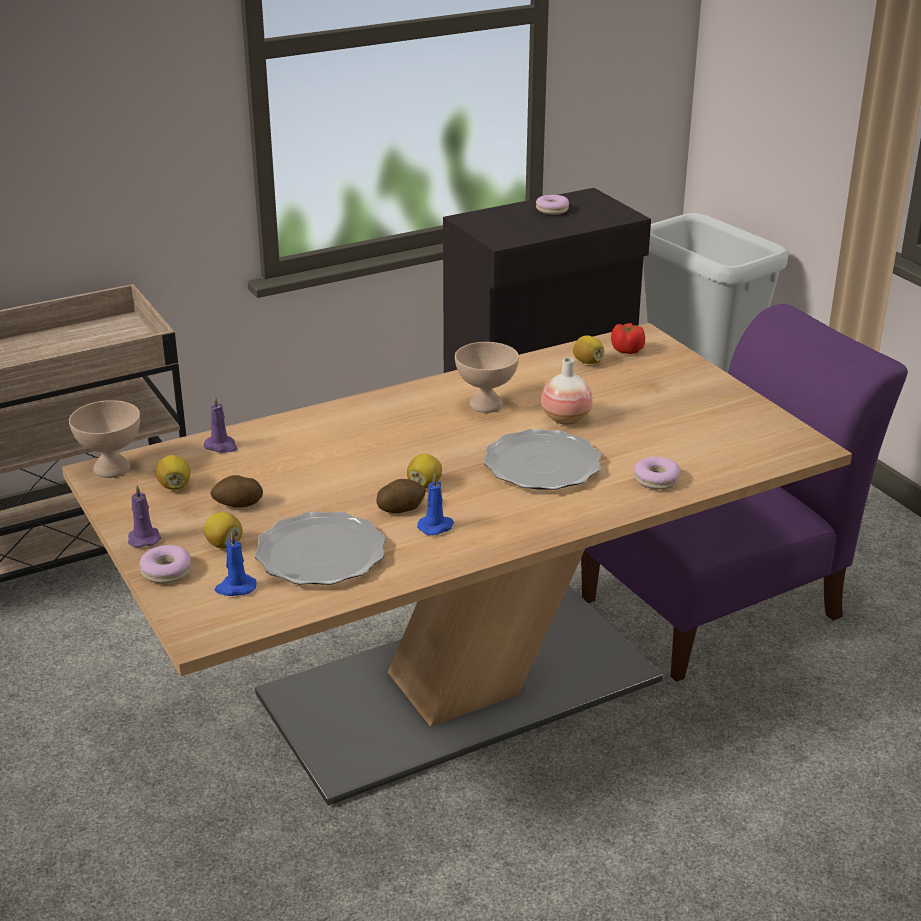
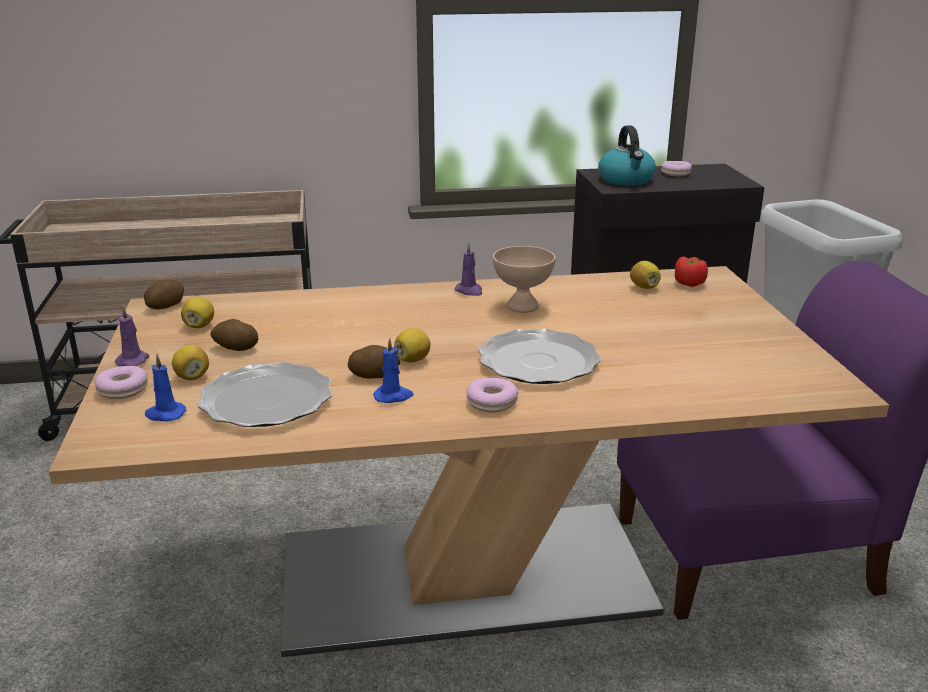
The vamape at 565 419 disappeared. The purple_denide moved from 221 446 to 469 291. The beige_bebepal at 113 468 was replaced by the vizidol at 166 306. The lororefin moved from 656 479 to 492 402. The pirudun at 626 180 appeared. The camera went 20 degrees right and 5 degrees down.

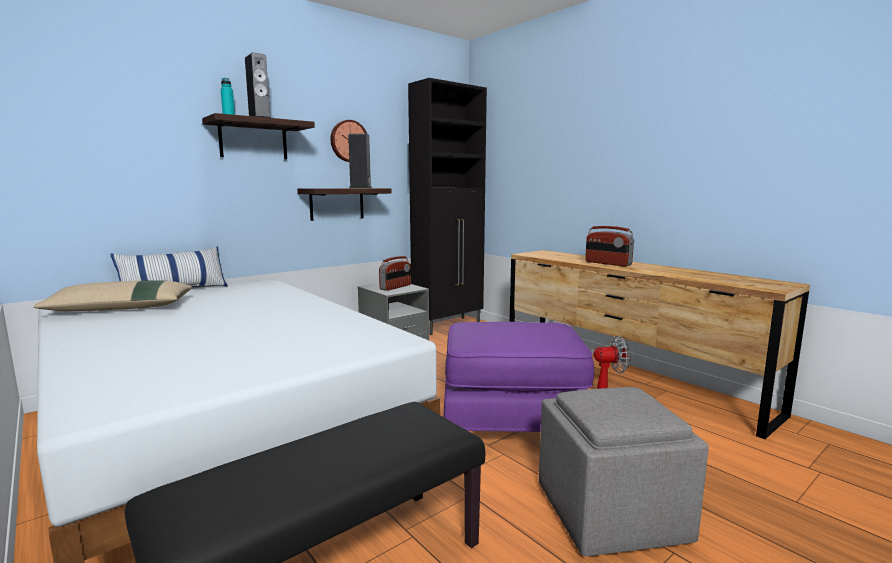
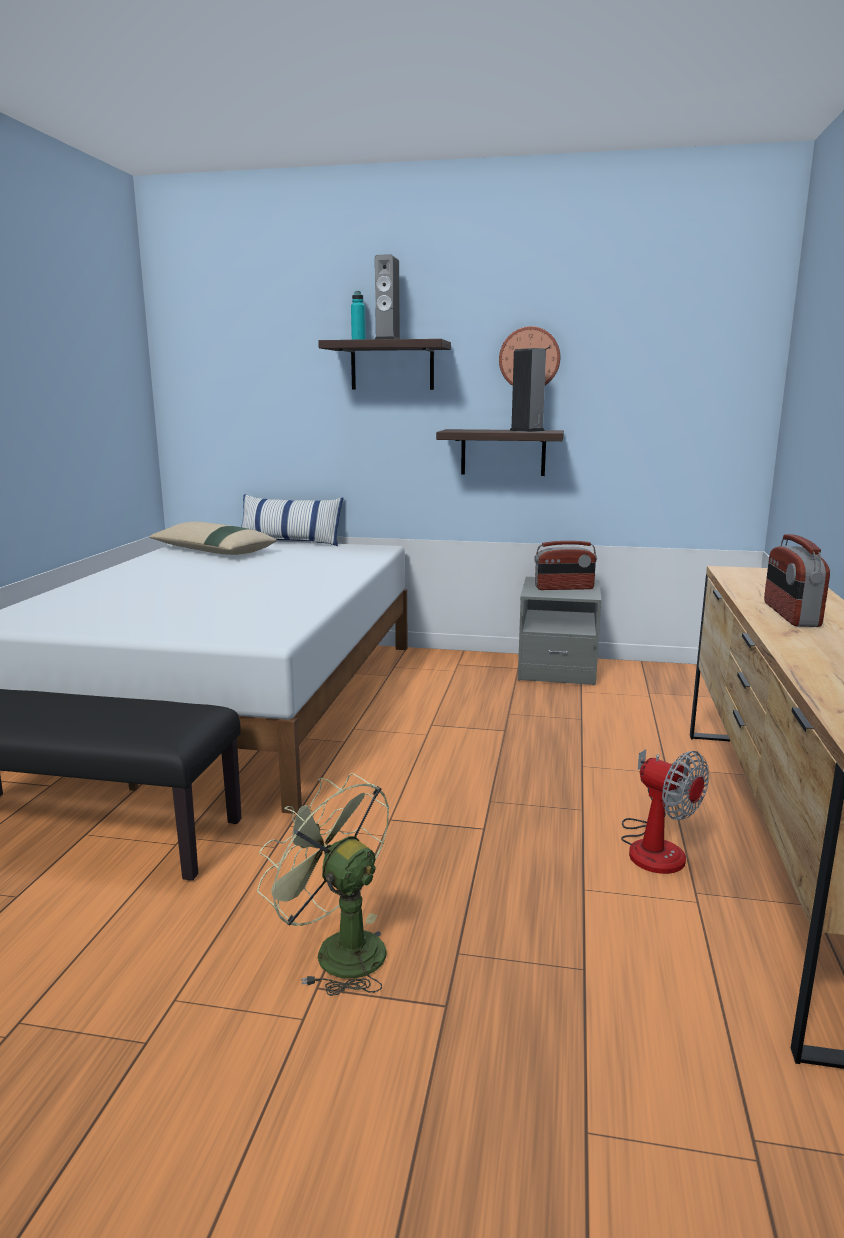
The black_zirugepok at 449 326 disappeared. The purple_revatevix at 512 425 disappeared. The grey_revatevix at 612 514 was replaced by the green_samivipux at 337 950. The camera went 50 degrees right and 5 degrees up.

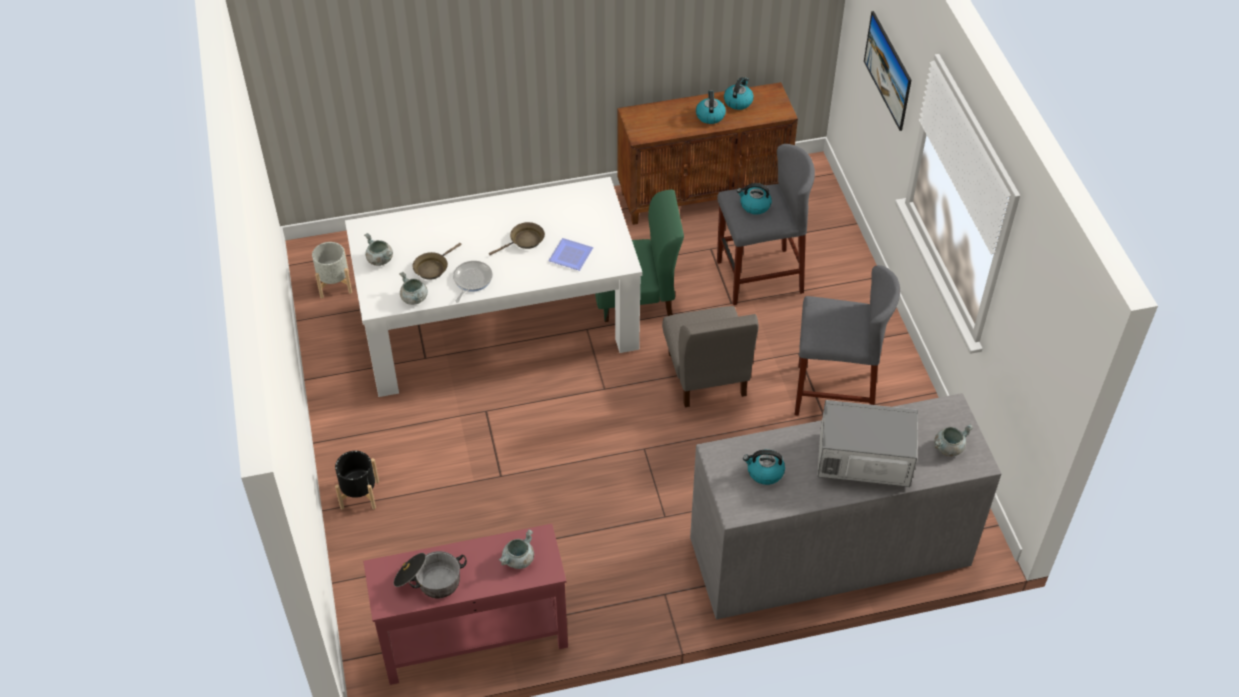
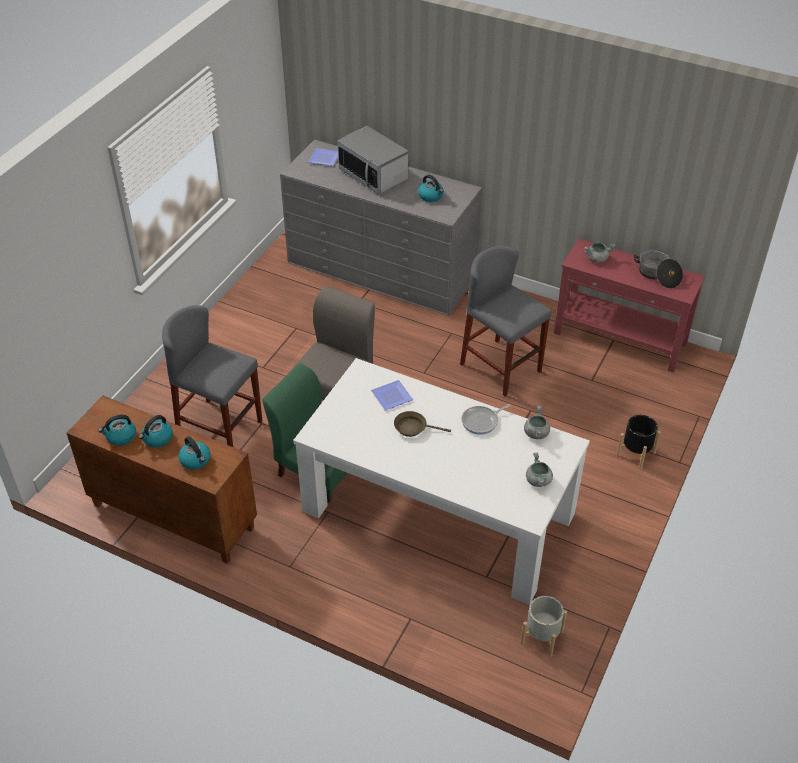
The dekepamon at 885 82 disappeared. The pirudun moved from 754 205 to 196 460. The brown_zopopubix at 433 267 disappeared. The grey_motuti moved from 834 393 to 501 367. The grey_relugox at 948 447 was replaced by the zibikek at 323 159. The camera went 140 degrees left and 5 degrees down.

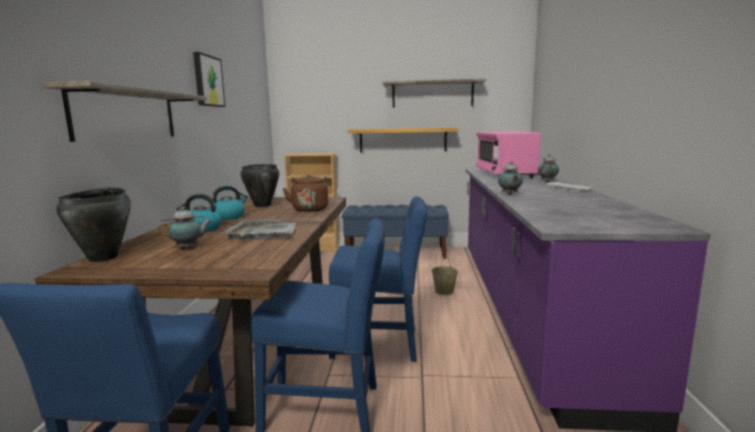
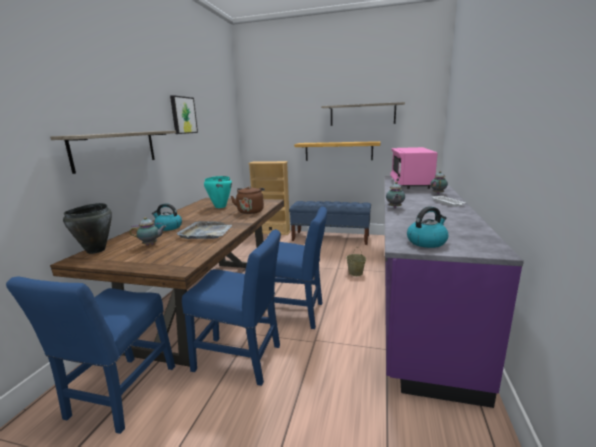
The black_relugox at 262 206 became the turquoise_relugox at 220 206. The pirudun moved from 229 217 to 426 242. The camera went 10 degrees right and 5 degrees up.

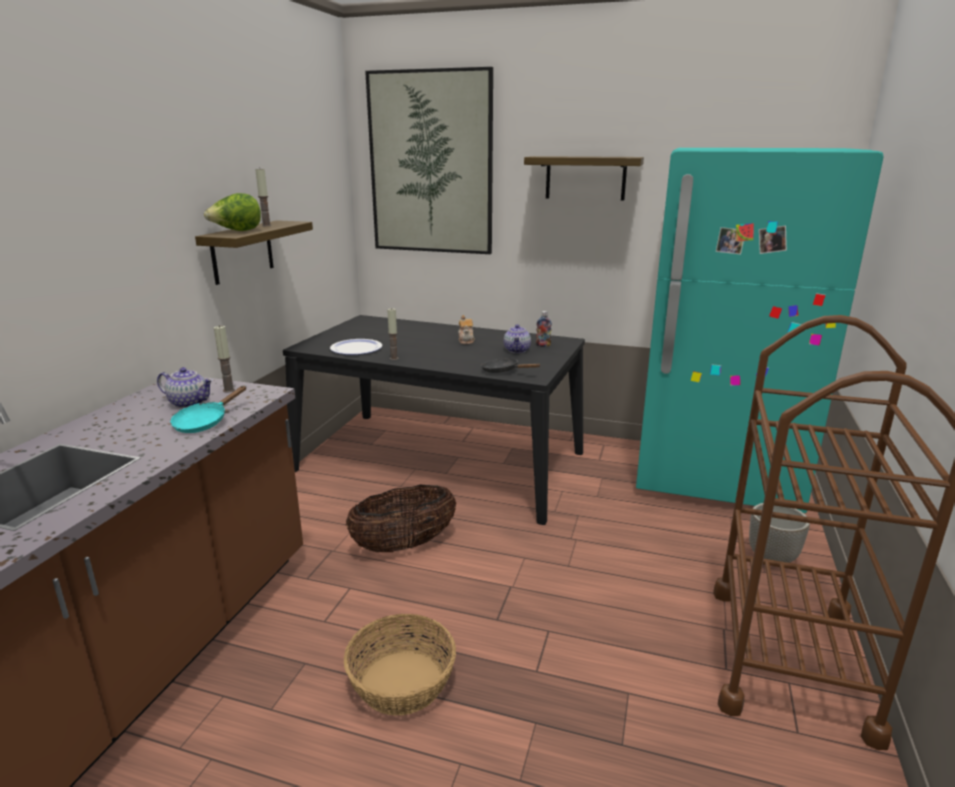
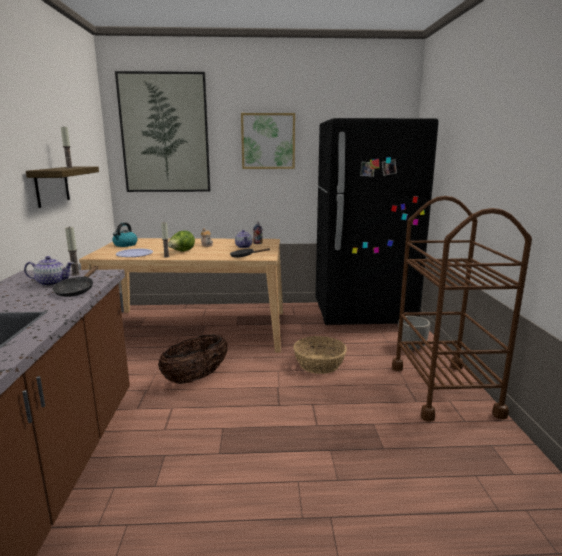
The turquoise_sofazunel at 715 478 became the black_sofazunel at 363 314. The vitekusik at 585 178 was replaced by the dekepamon at 268 141. The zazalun moved from 237 231 to 181 251. The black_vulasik at 440 461 became the beige_vulasik at 194 329. The turquoise_zopopubix at 205 422 became the black_zopopubix at 76 290. The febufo moved from 401 681 to 319 364. The pirudun at 125 245 appeared. The camera went 20 degrees left and 5 degrees down.

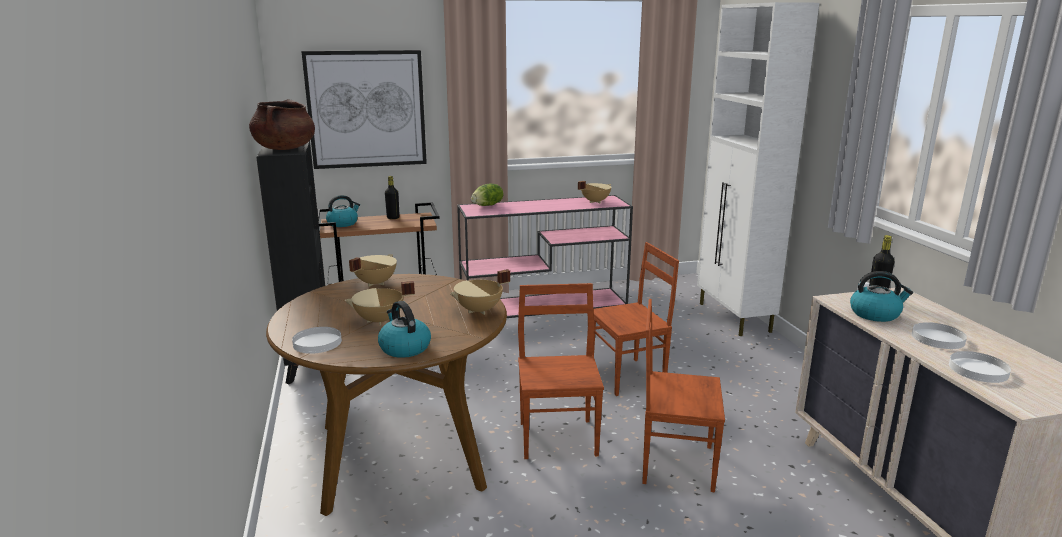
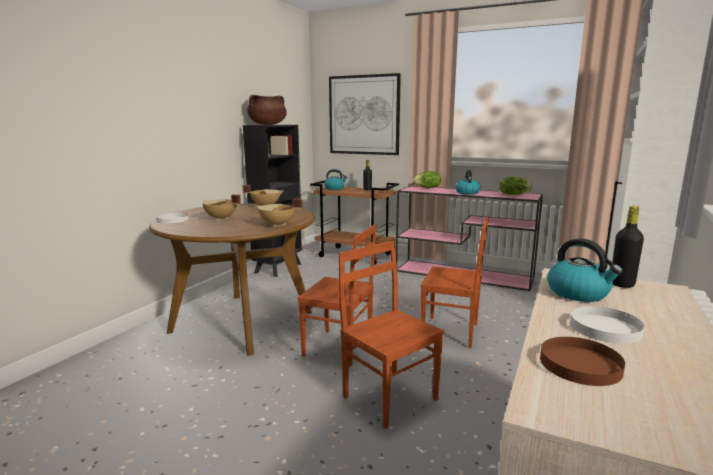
The beige_relugox at 594 201 was replaced by the zazalun at 513 194. The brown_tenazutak at 559 438 turned 75 degrees clockwise. The pirudun moved from 404 348 to 467 193. The white_zibikek at 978 370 became the brown_zibikek at 581 364. The camera went 40 degrees right and 5 degrees down.

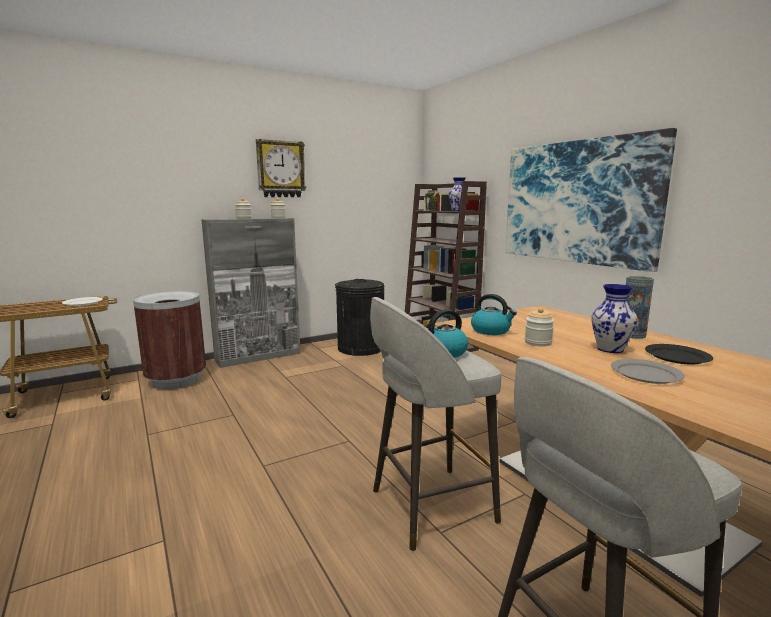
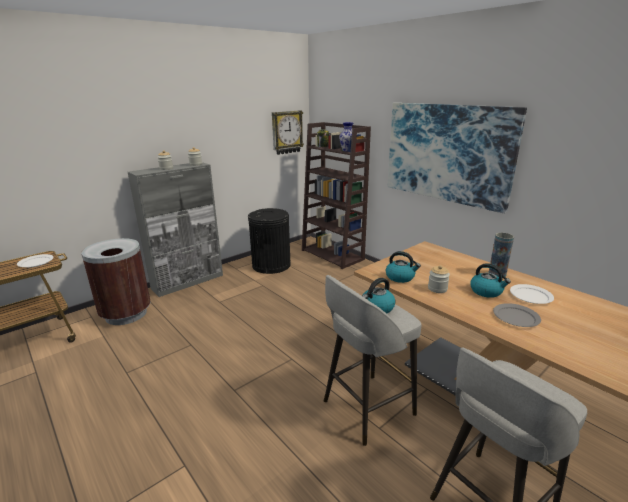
The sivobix moved from 280 169 to 287 132. The vamape at 610 349 was replaced by the pirudun at 486 291. The black_zibikek at 677 356 became the white_zibikek at 531 296. The camera went 10 degrees left and 10 degrees up.

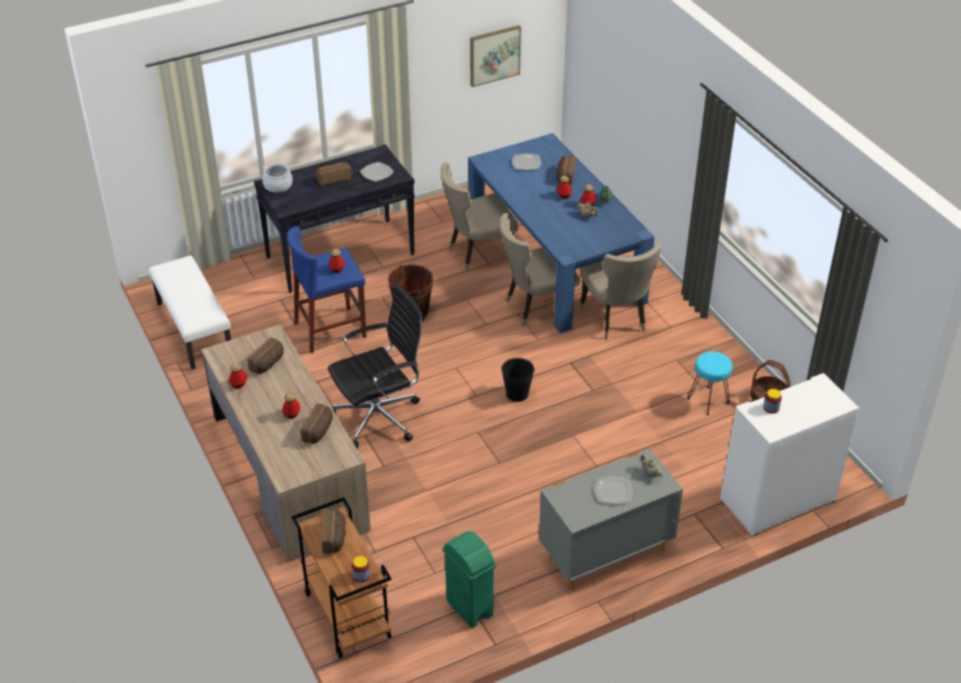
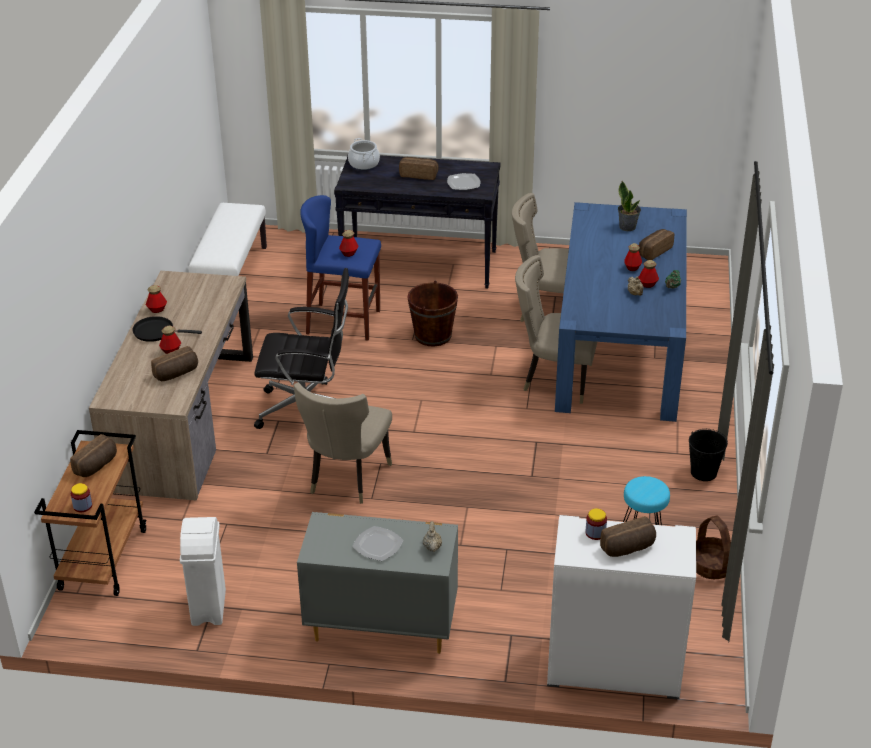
The dekepamon at 494 55 disappeared. The zibikek at 526 163 was replaced by the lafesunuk at 627 227. The beige_tenazutak moved from 616 320 to 346 479. The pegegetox moved from 268 364 to 628 548. The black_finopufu moved from 517 394 to 703 472. The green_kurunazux at 469 608 became the white_kurunazux at 208 608. The black_zopopubix at 156 332 appeared. The camera went 35 degrees right and 5 degrees down.

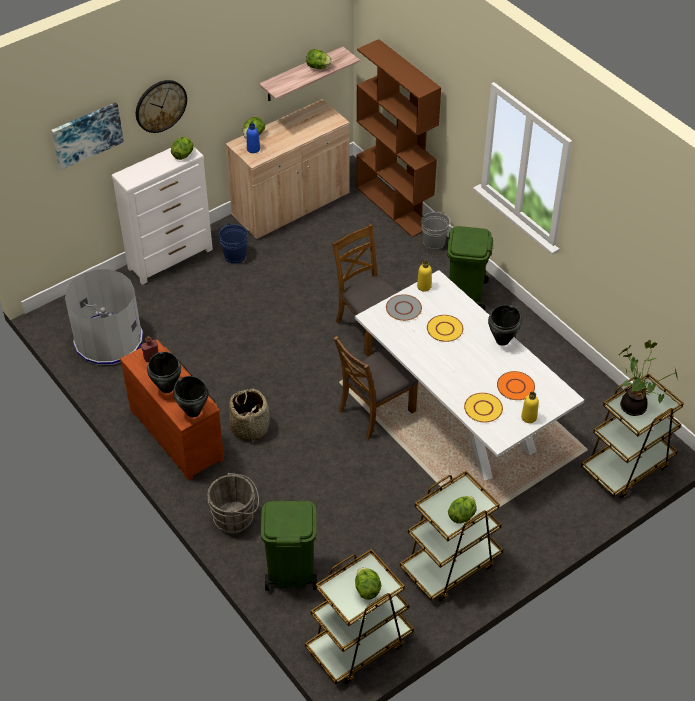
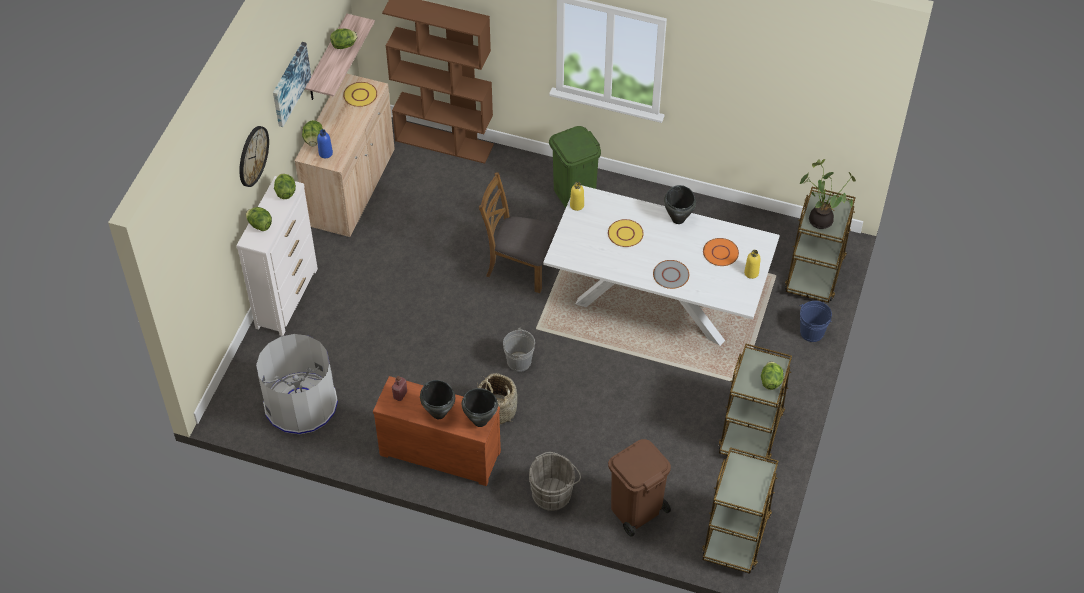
The dekepamon moved from 86 134 to 289 83. The grey_finopufu moved from 434 243 to 519 362. The blue_finopufu moved from 235 256 to 811 332. The grey_zibikek moved from 403 308 to 670 275. The brown_tenazutak at 375 410 disappeared. The yellow_zibikek moved from 483 408 to 360 95. The green_kurunazux at 290 572 became the brown_kurunazux at 636 510. The zazalun moved from 367 589 to 259 225. The camera went 35 degrees left and 5 degrees up.

